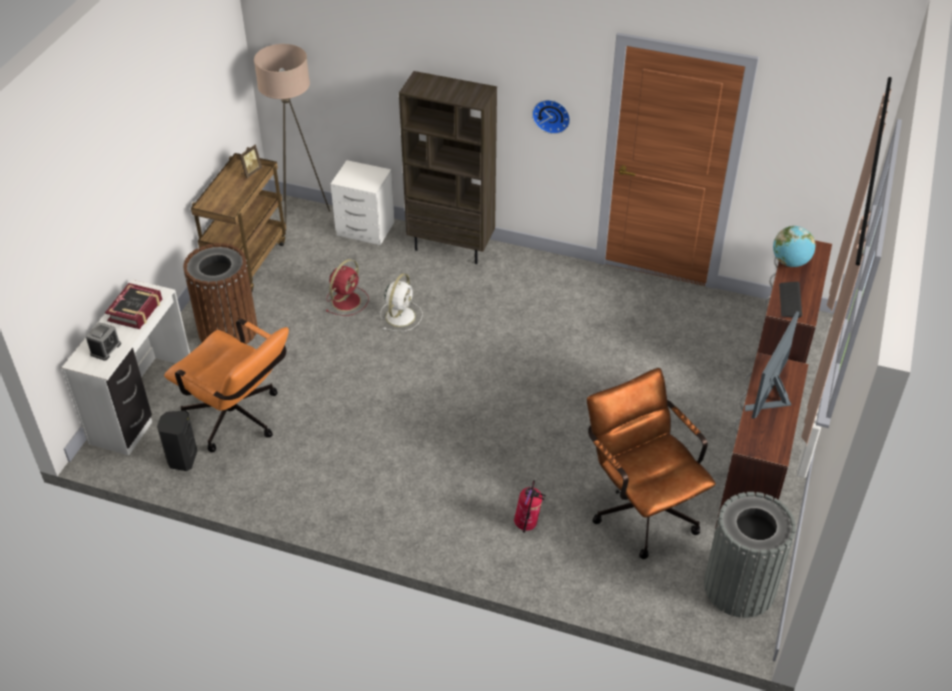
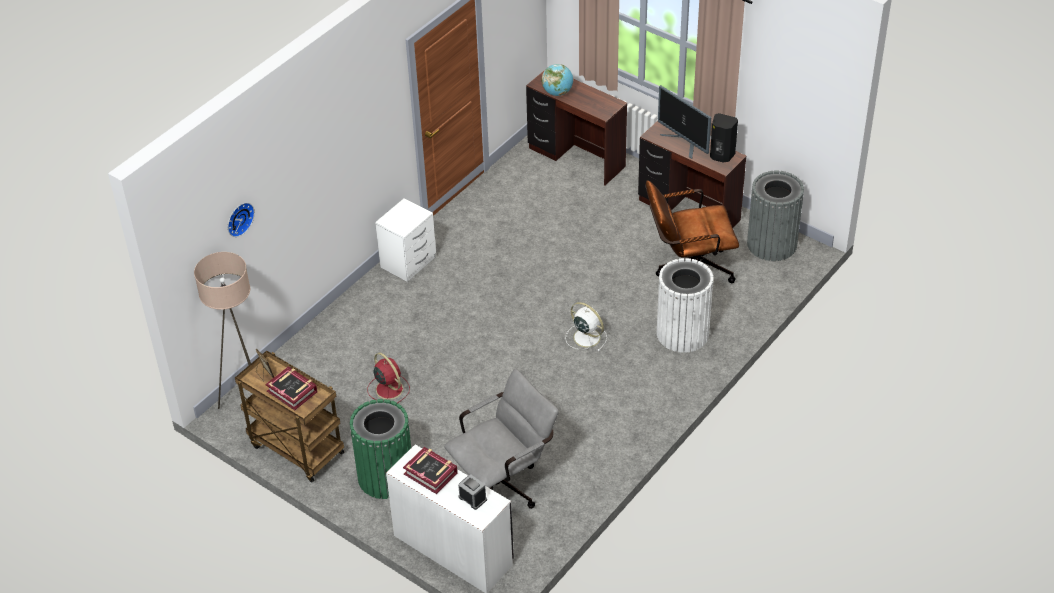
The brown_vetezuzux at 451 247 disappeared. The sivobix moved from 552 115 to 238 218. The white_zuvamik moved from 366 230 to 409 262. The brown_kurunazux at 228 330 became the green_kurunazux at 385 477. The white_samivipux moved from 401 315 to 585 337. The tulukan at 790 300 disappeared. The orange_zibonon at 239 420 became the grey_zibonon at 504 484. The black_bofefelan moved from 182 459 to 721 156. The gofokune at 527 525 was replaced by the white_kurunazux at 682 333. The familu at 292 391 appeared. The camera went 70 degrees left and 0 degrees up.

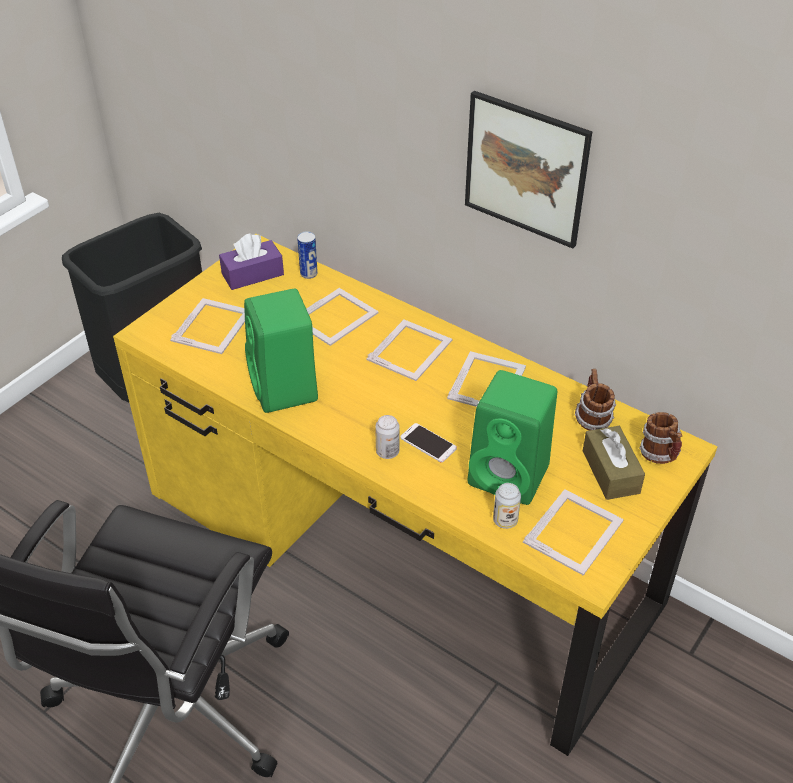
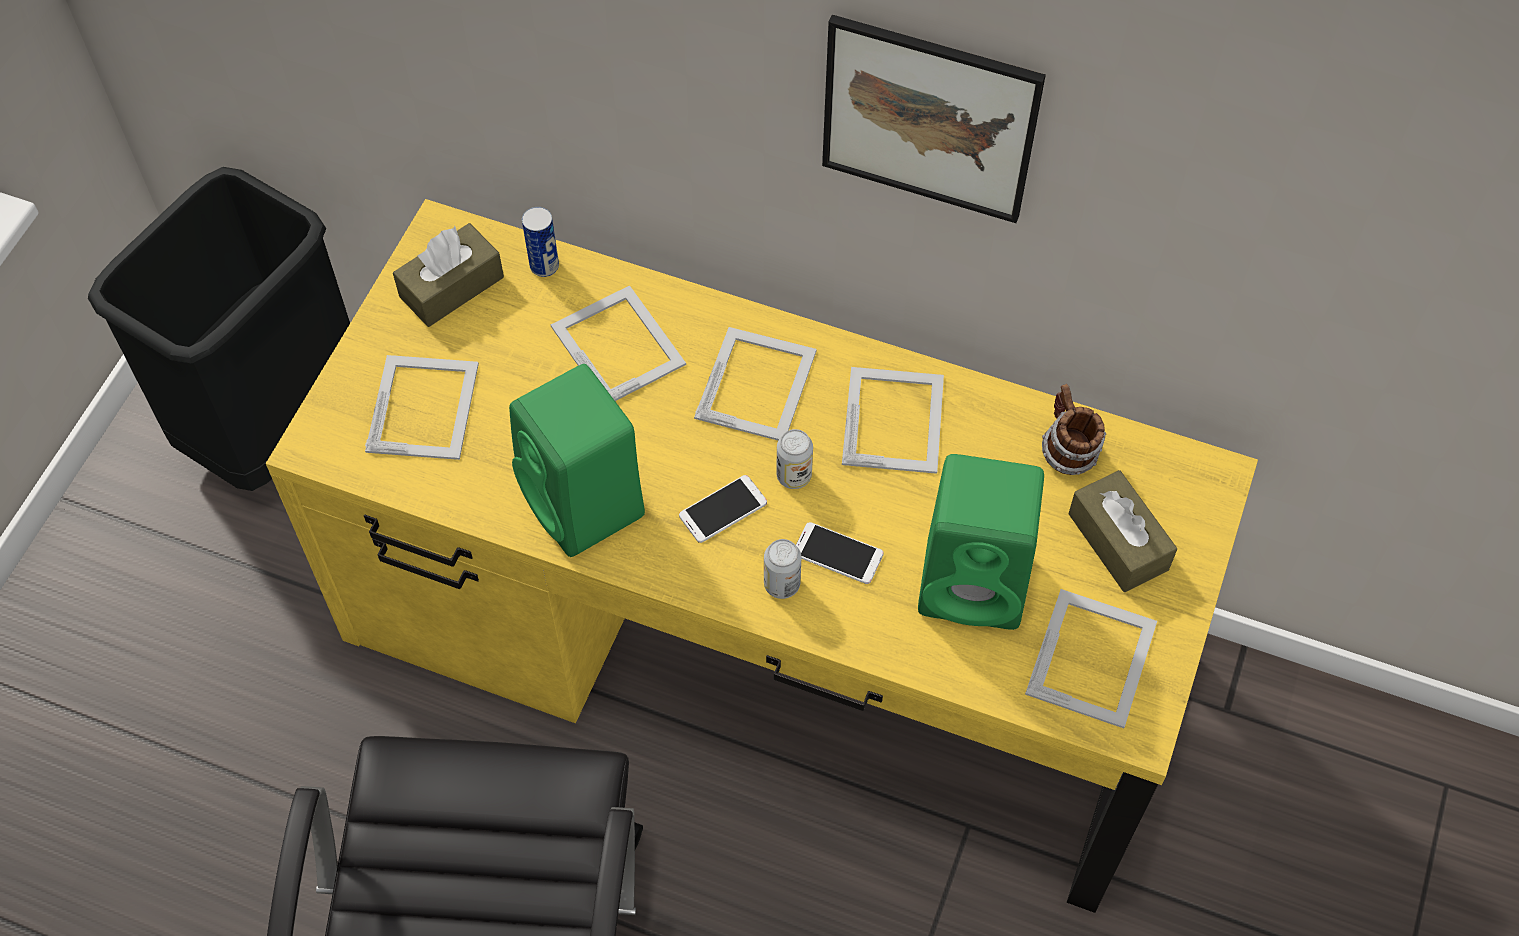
The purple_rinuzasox at 252 274 became the brown_rinuzasox at 451 287. The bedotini at 336 316 turned 60 degrees counterclockwise. The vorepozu at 660 455 disappeared. The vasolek moved from 505 520 to 794 476. The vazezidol at 723 509 appeared. The camera went 15 degrees left and 15 degrees up.

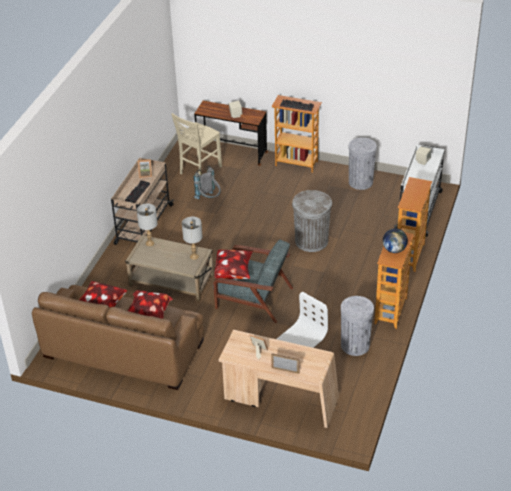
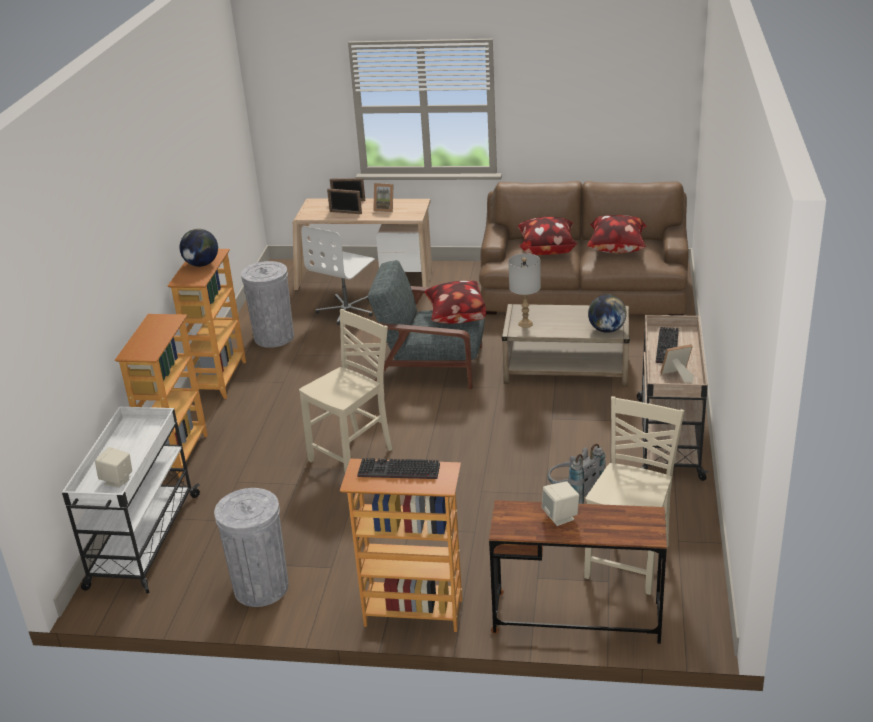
The grey_kurunazux at 311 241 was replaced by the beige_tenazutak at 353 455. The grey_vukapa at 150 243 was replaced by the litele at 606 330. The bedotini at 345 212 appeared. The camera went 170 degrees right and 10 degrees down.

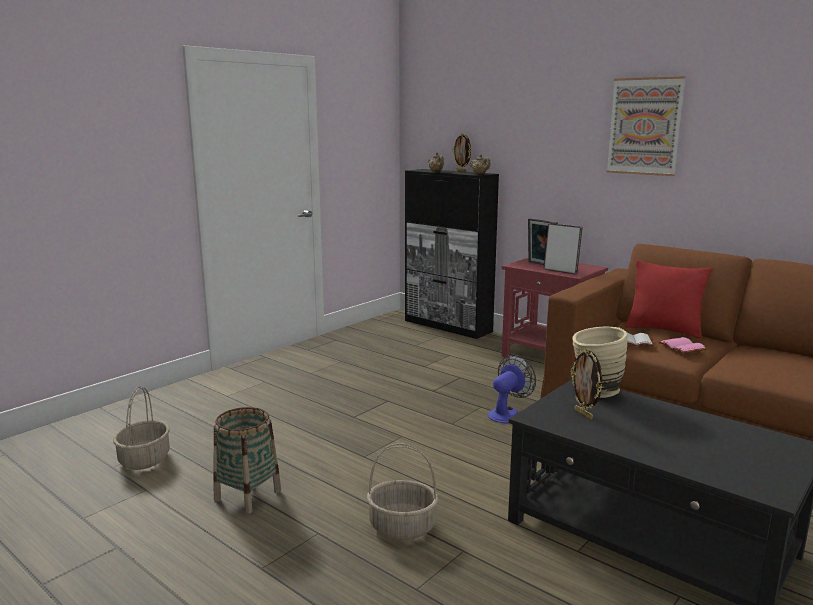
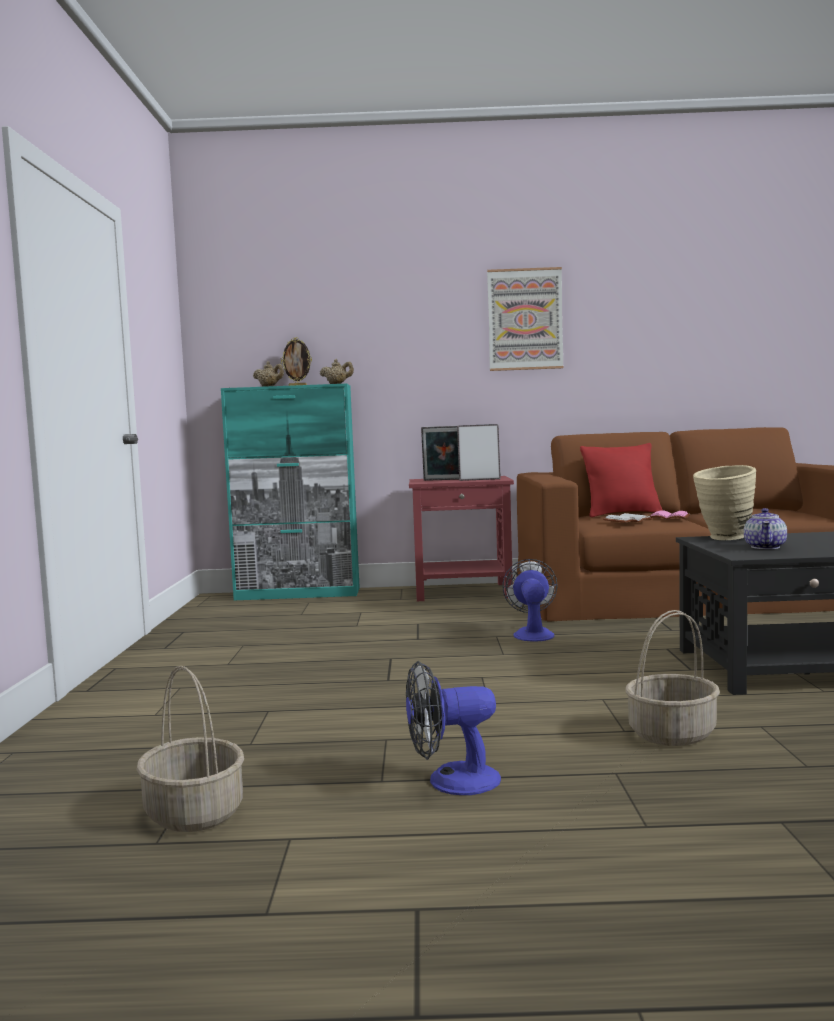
The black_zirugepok at 448 326 became the turquoise_zirugepok at 298 594. The bedotini at 584 414 was replaced by the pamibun at 765 547. The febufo at 248 495 was replaced by the samivipux at 451 781. The camera went 40 degrees left and 10 degrees down.

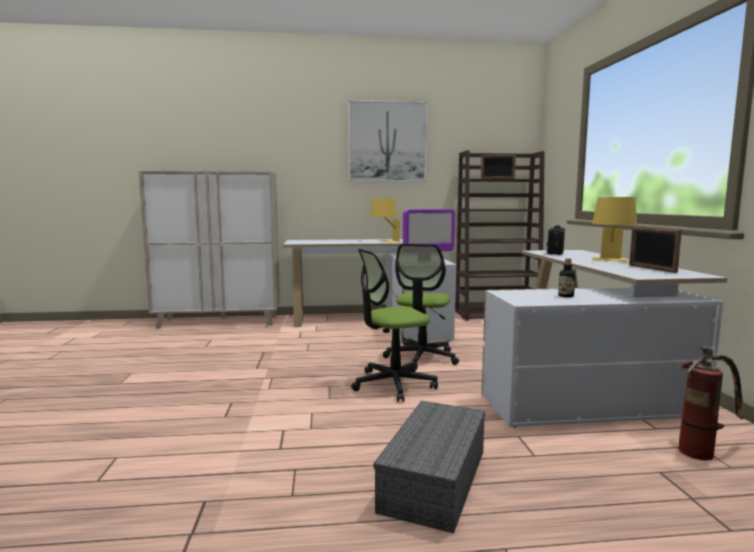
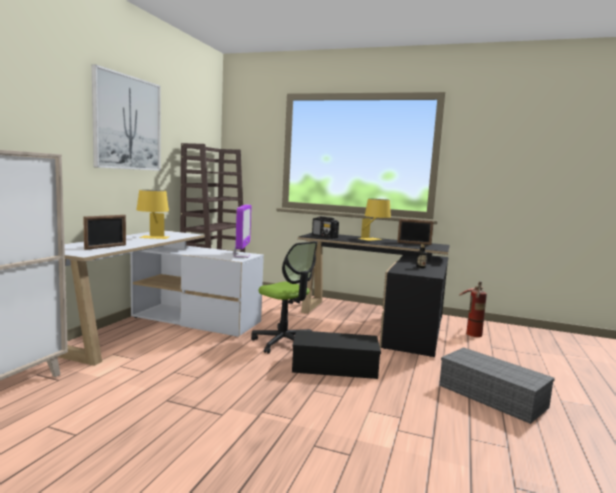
The bedotini moved from 497 179 to 106 247. The zibonon at 393 384 was replaced by the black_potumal at 333 367. The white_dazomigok at 582 383 became the black_dazomigok at 379 322. The camera went 65 degrees left and 0 degrees up.

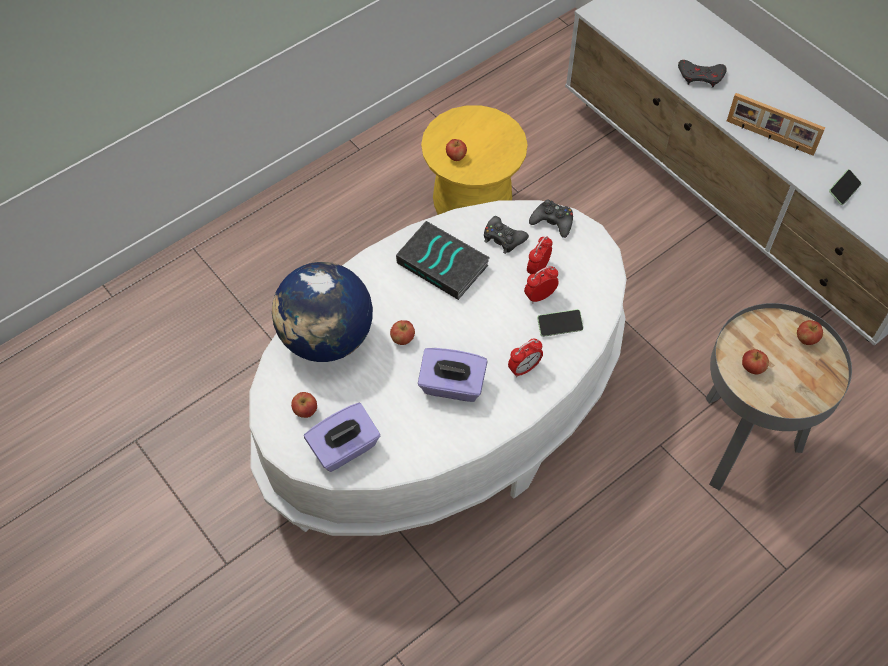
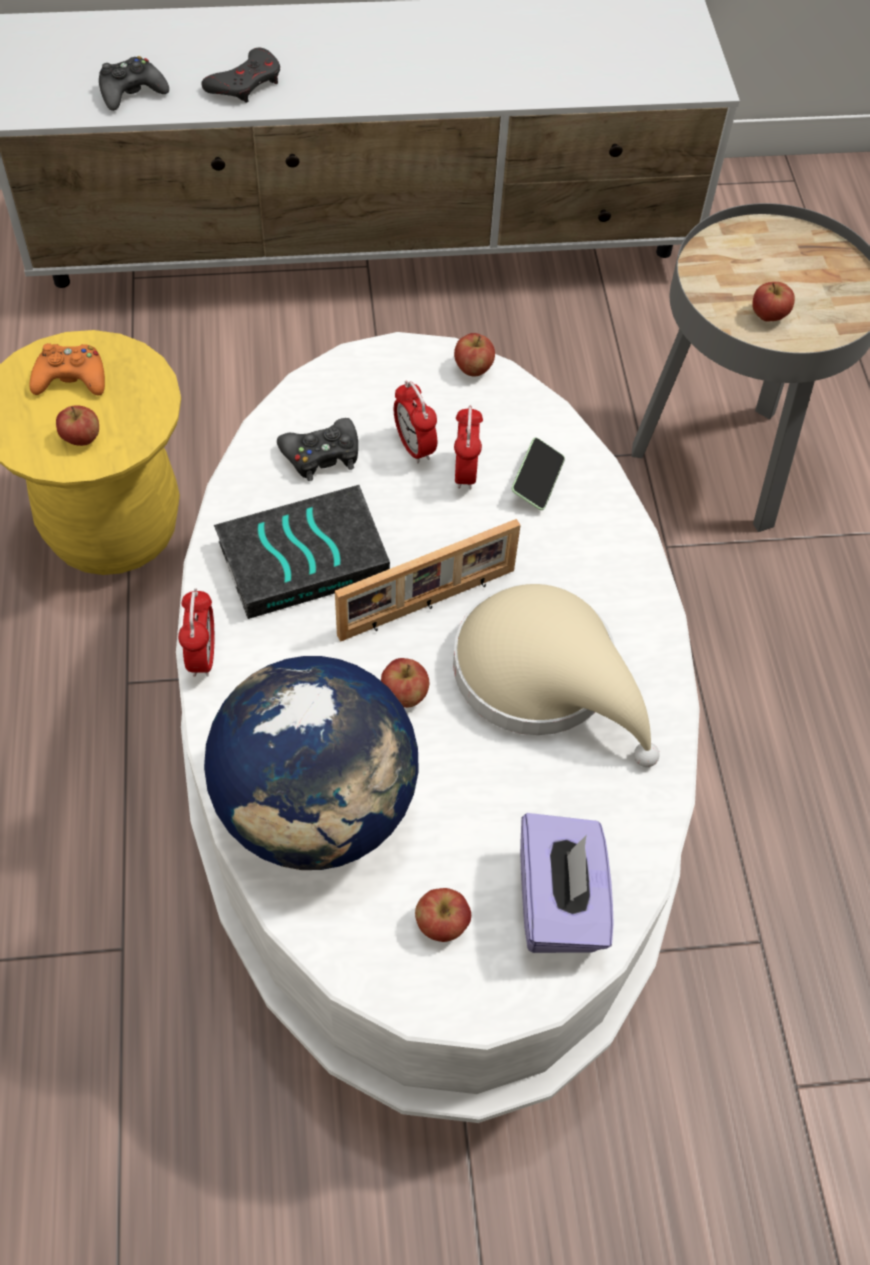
The bedotini moved from 769 138 to 428 605. The vazezidol at 843 191 disappeared. The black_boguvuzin moved from 552 222 to 131 92. The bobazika moved from 806 339 to 473 368. The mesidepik moved from 524 368 to 202 656. The purple_rinuzasox at 452 386 was replaced by the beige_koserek at 545 678. The orange_boguvuzin at 71 379 appeared. The camera went 60 degrees left and 0 degrees up.

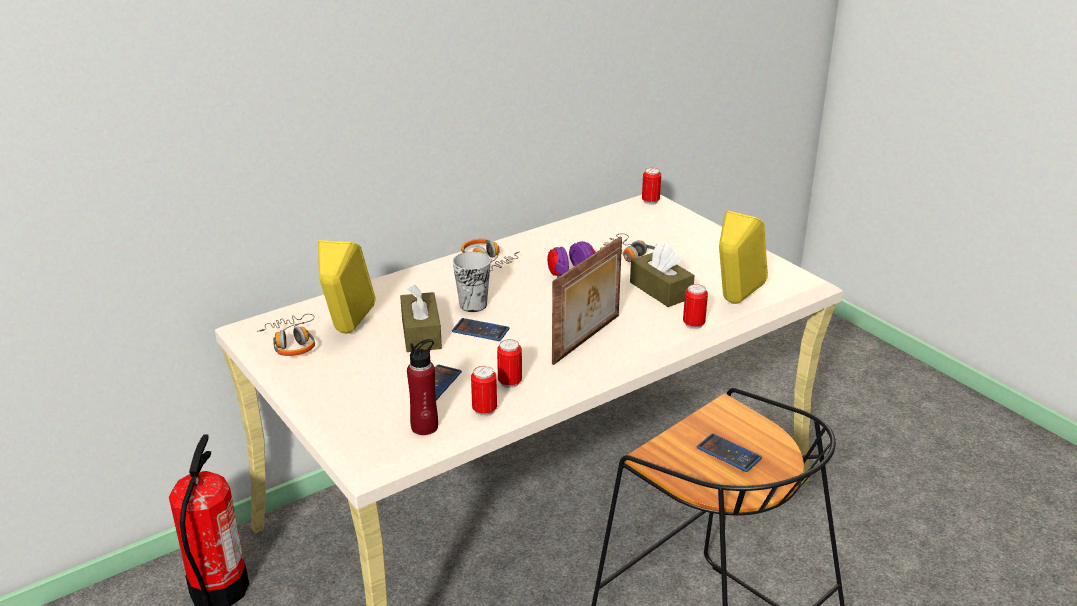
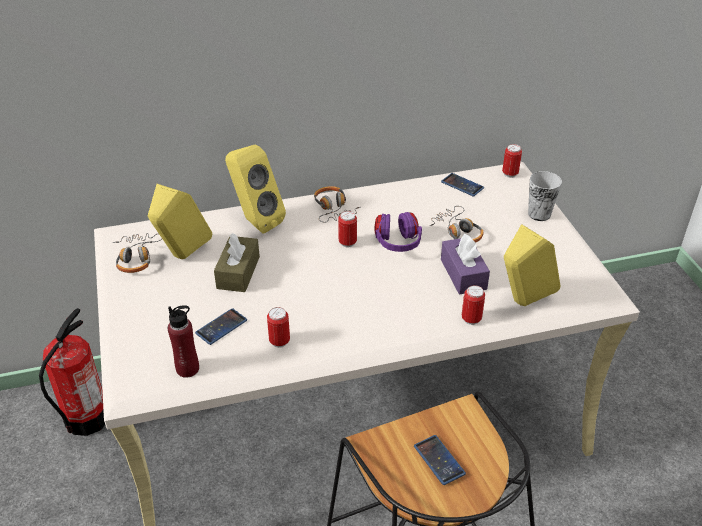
The bedotini at 588 339 disappeared. The brown_rinuzasox at 660 290 became the purple_rinuzasox at 463 274. The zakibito moved from 473 305 to 539 214. The vazezidol moved from 480 330 to 462 185. The vasolek moved from 484 410 to 347 243. The yellow_bofefelan at 255 221 appeared. The camera went 20 degrees right and 10 degrees up.

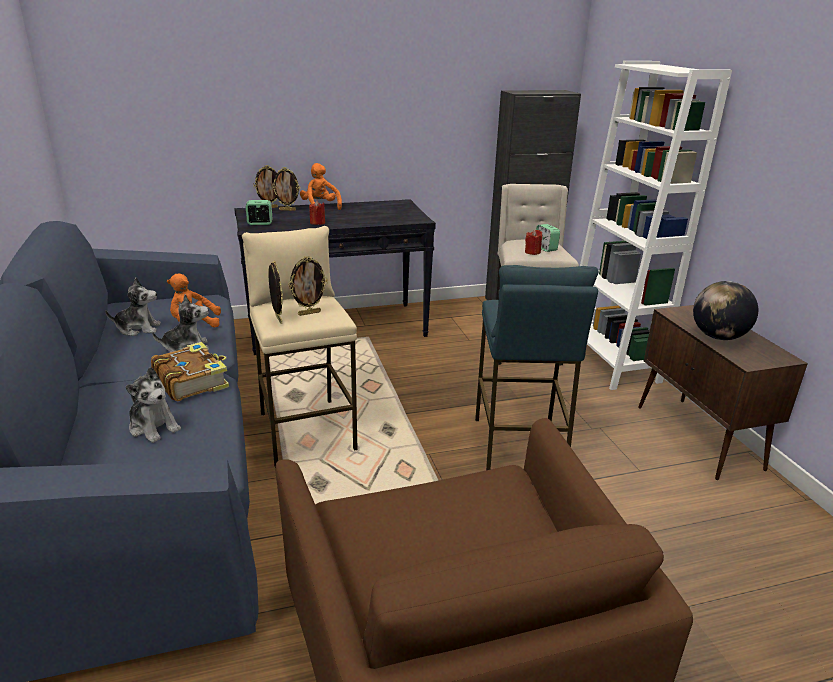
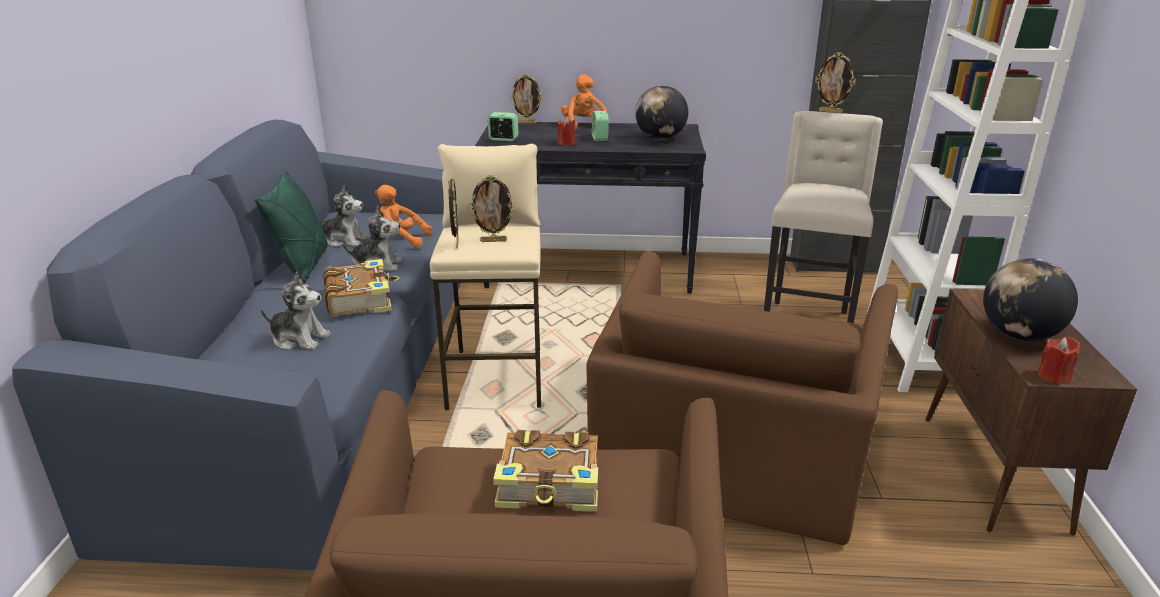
The bedotini moved from 287 210 to 830 111. The mesidepik moved from 545 248 to 600 138. The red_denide moved from 532 252 to 1054 376. The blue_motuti at 518 447 was replaced by the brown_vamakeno at 734 439. The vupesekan at 154 427 turned 45 degrees counterclockwise. The litele at 660 138 appeared. The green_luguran at 304 266 appeared. The familu at 551 485 appeared. The camera went 20 degrees right and 0 degrees up.

